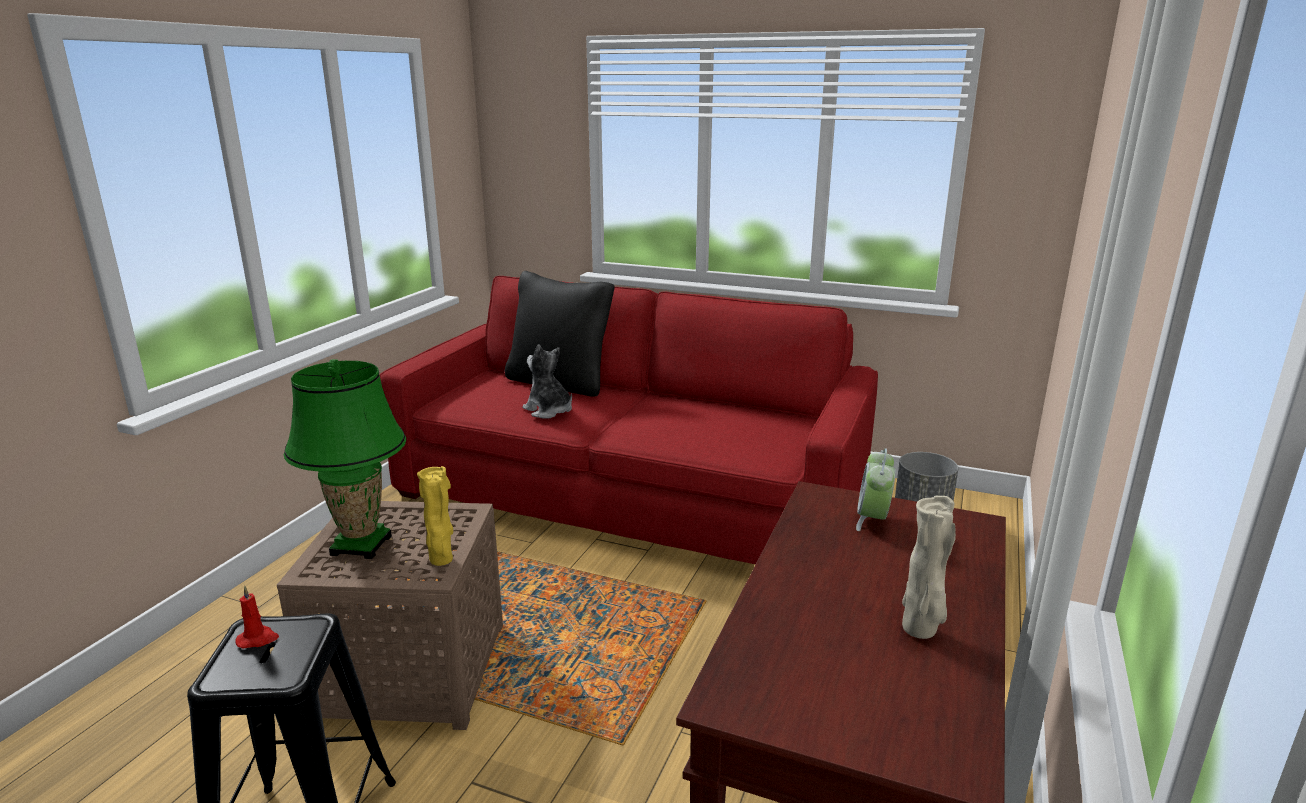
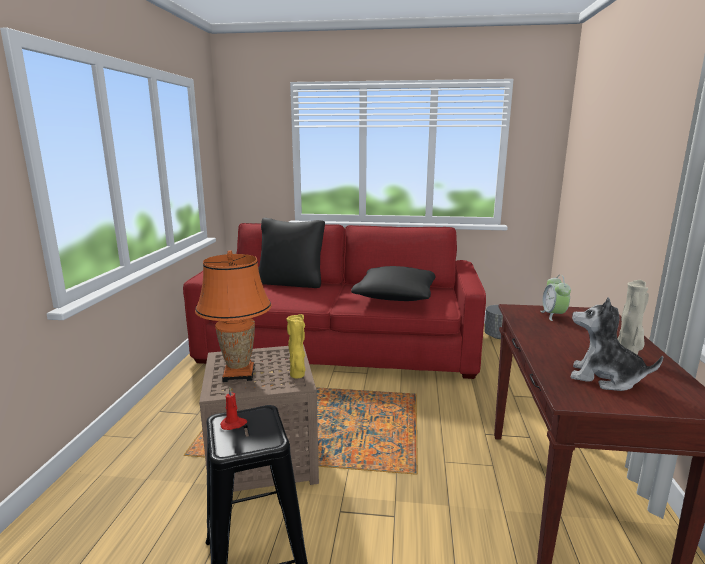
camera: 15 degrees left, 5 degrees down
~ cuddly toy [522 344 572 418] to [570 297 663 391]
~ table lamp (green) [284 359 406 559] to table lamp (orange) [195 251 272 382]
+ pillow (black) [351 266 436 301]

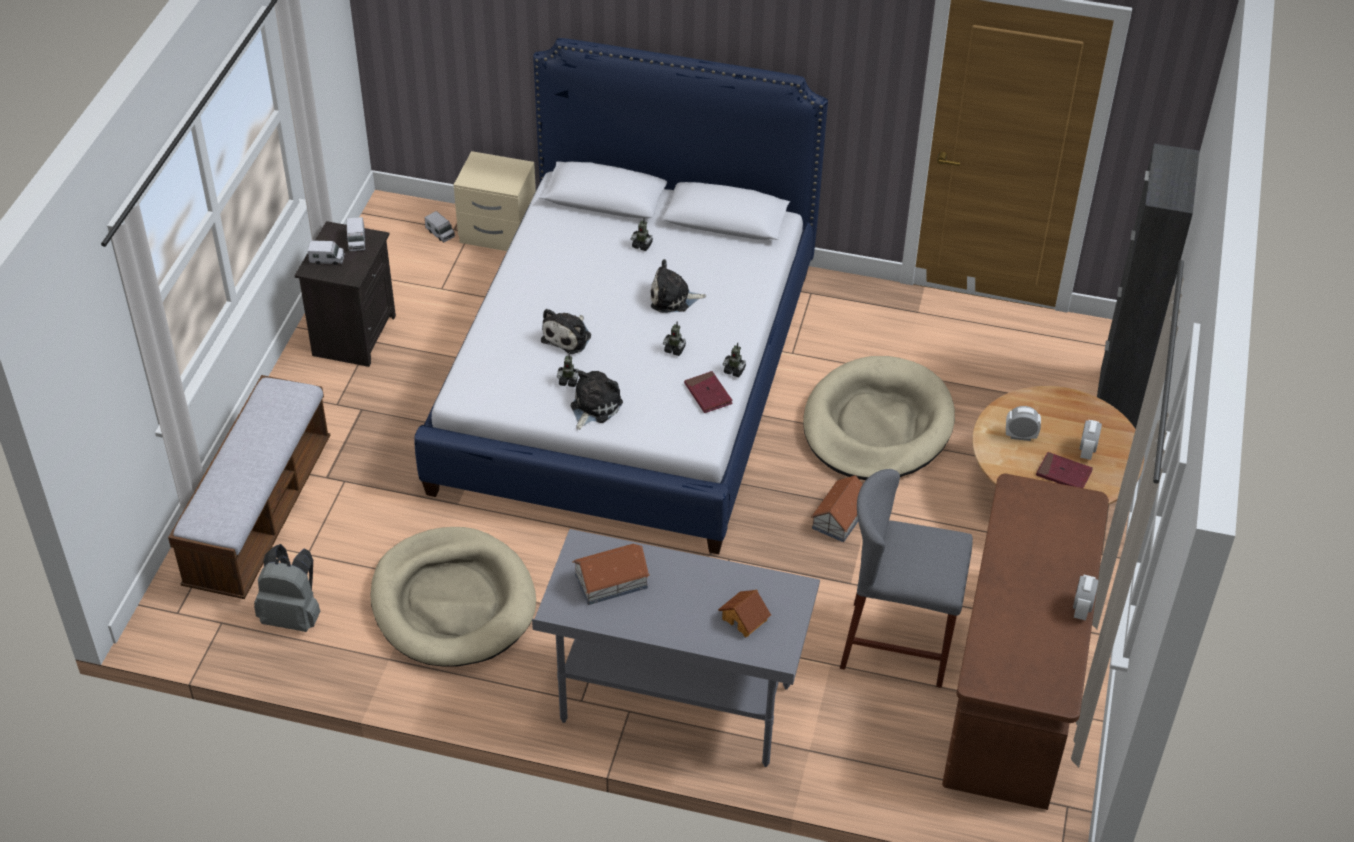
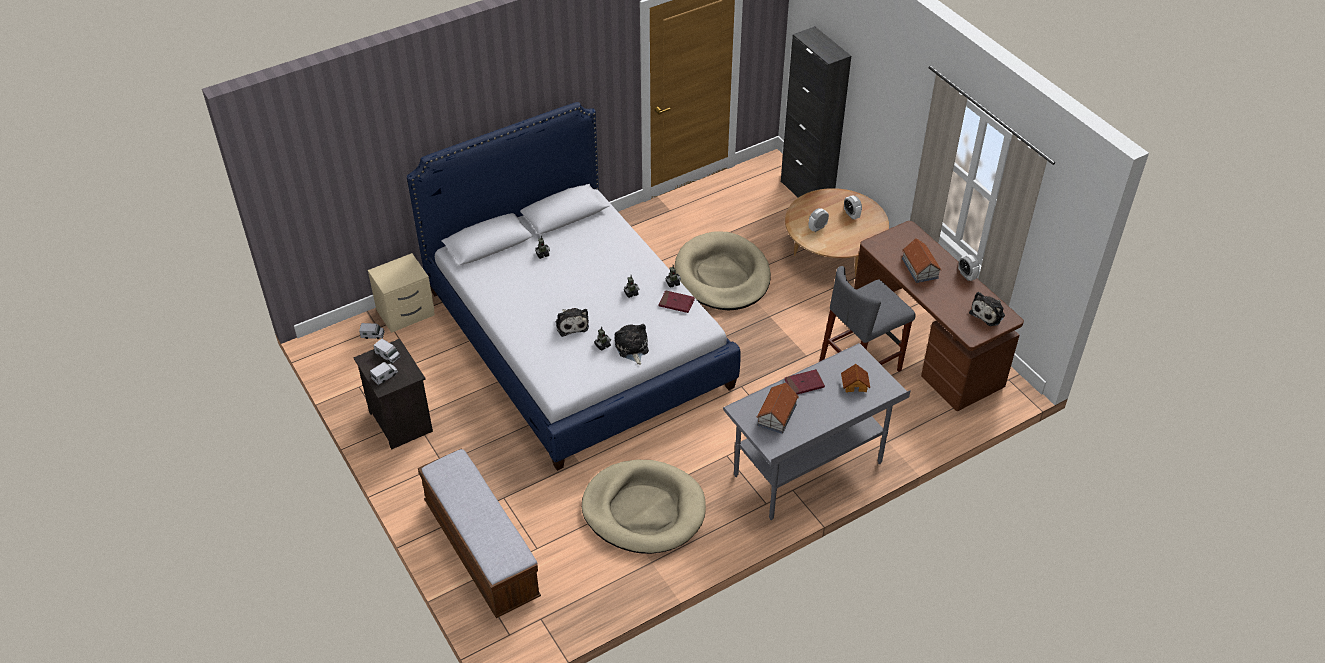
camera: 45 degrees left, 0 degrees up
~ cuddly toy [650 259 706 313] to [969 292 1005 326]
~ book (red) [1036 452 1093 488] to [784 369 825 395]
~ toy house [811 475 863 542] to [902 238 942 283]
- backpack (greyish) [254 544 320 632]

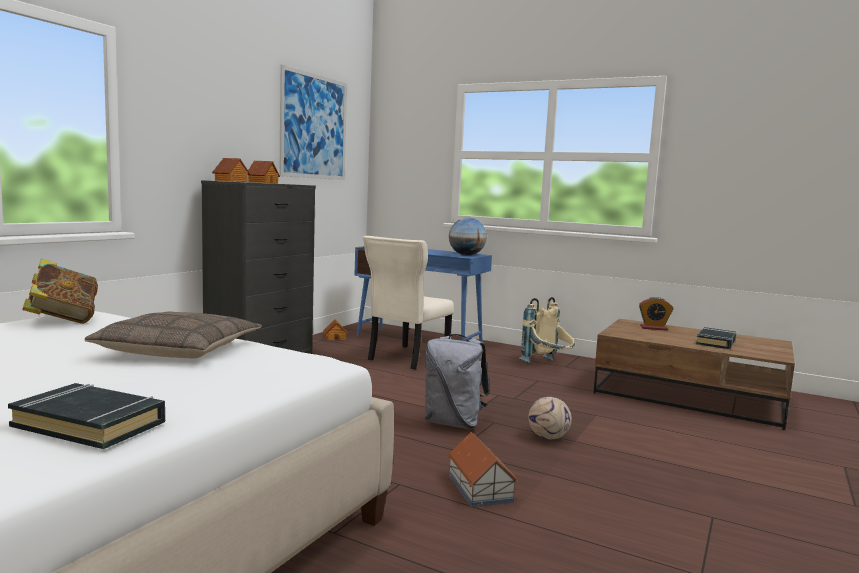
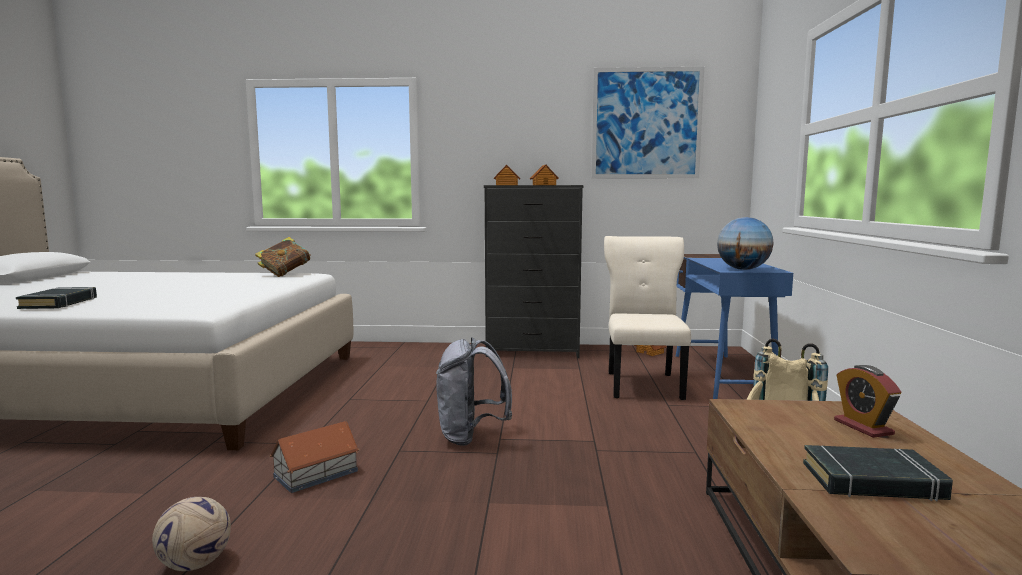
camera: 65 degrees right, 0 degrees up
~ upright chair (beige-coloured) [363 236 454 370] = [604 236 691 400] 90 degrees clockwise
- pillow [85 311 262 358]
~ ball for football [528 397 572 439] to [152 497 231 571]

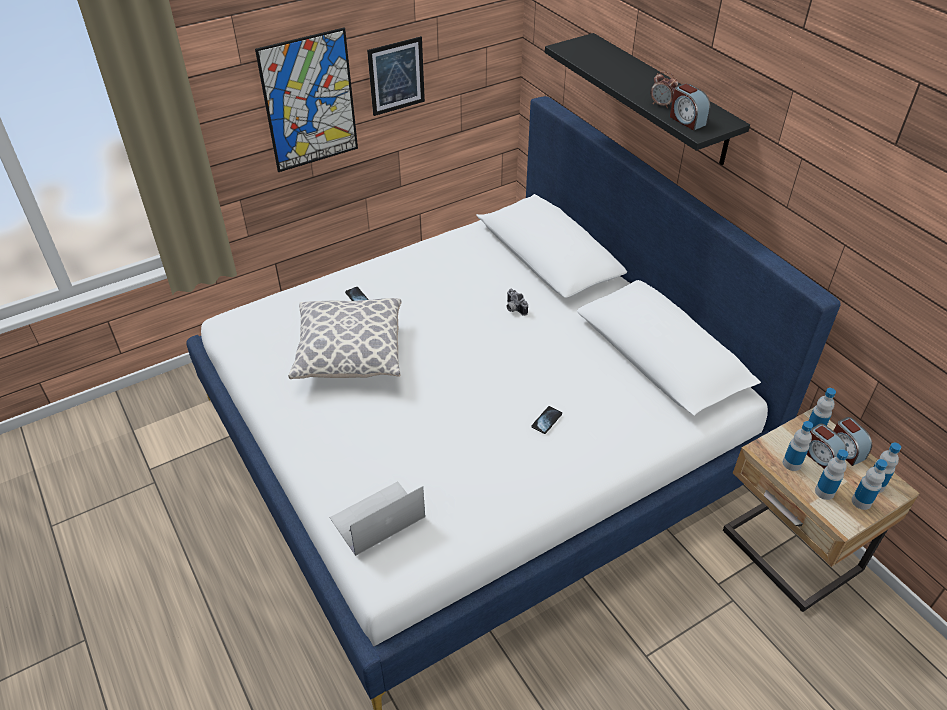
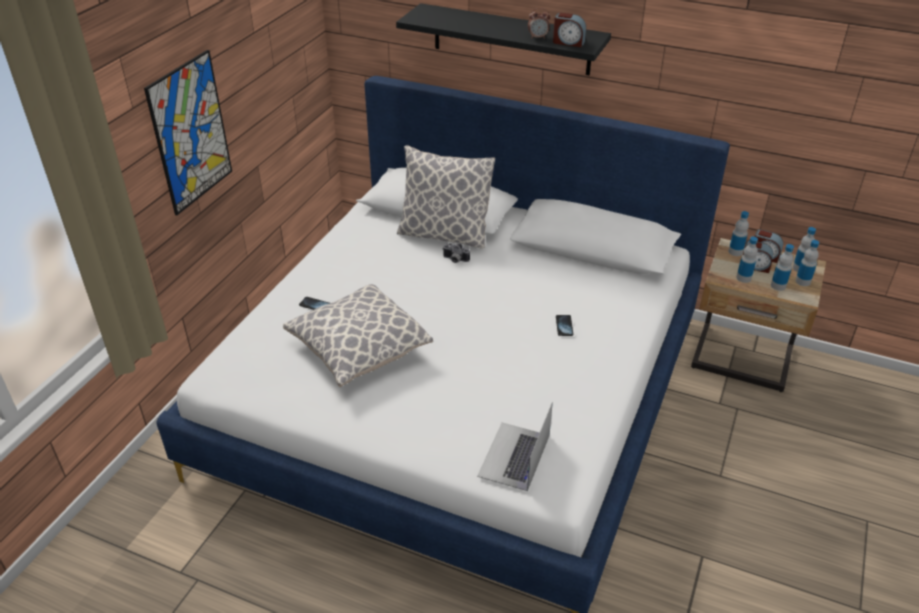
camera: 35 degrees left, 5 degrees down
- wall picture [367 36 425 116]
+ pillow [397 145 495 249]

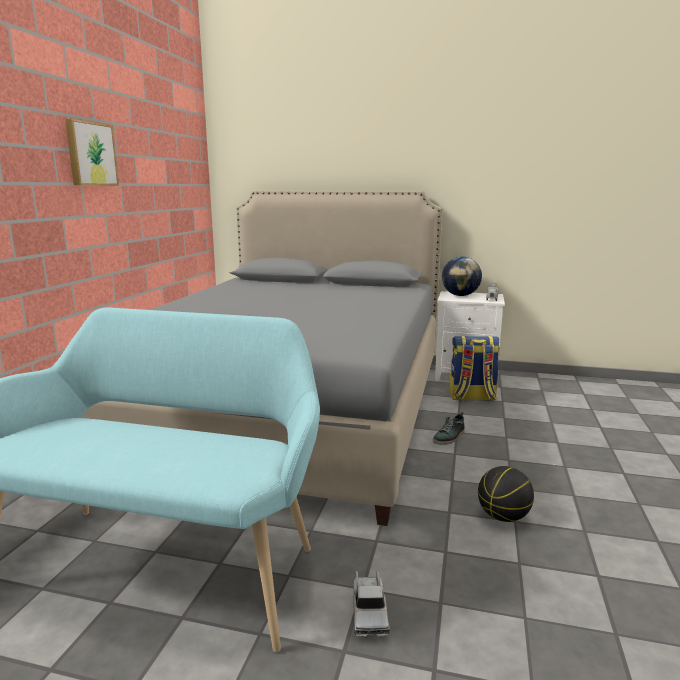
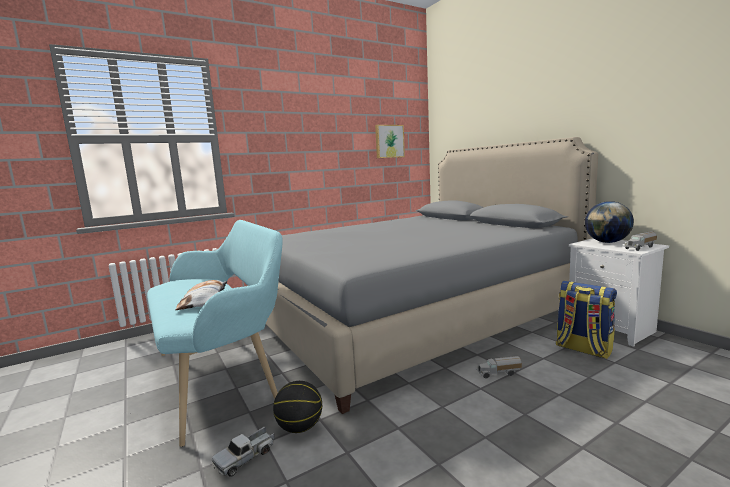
camera: 45 degrees right, 5 degrees down
~ wall picture [65 119 119 185] to [375 125 405 158]
~ item of footwear [433 412 465 445] to model truck [477 356 522 378]
~ basketball ball [478 466 534 522] to [273 381 322 433]
+ pillow [175 280 227 310]

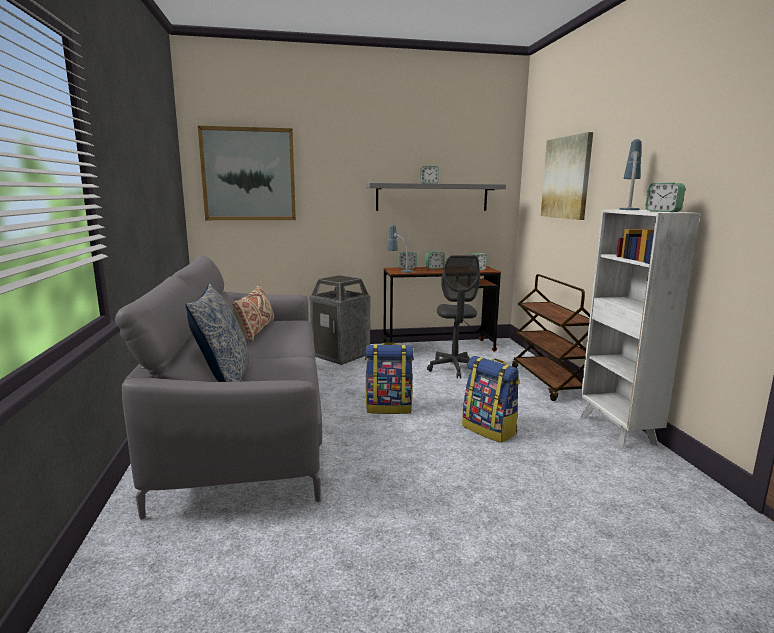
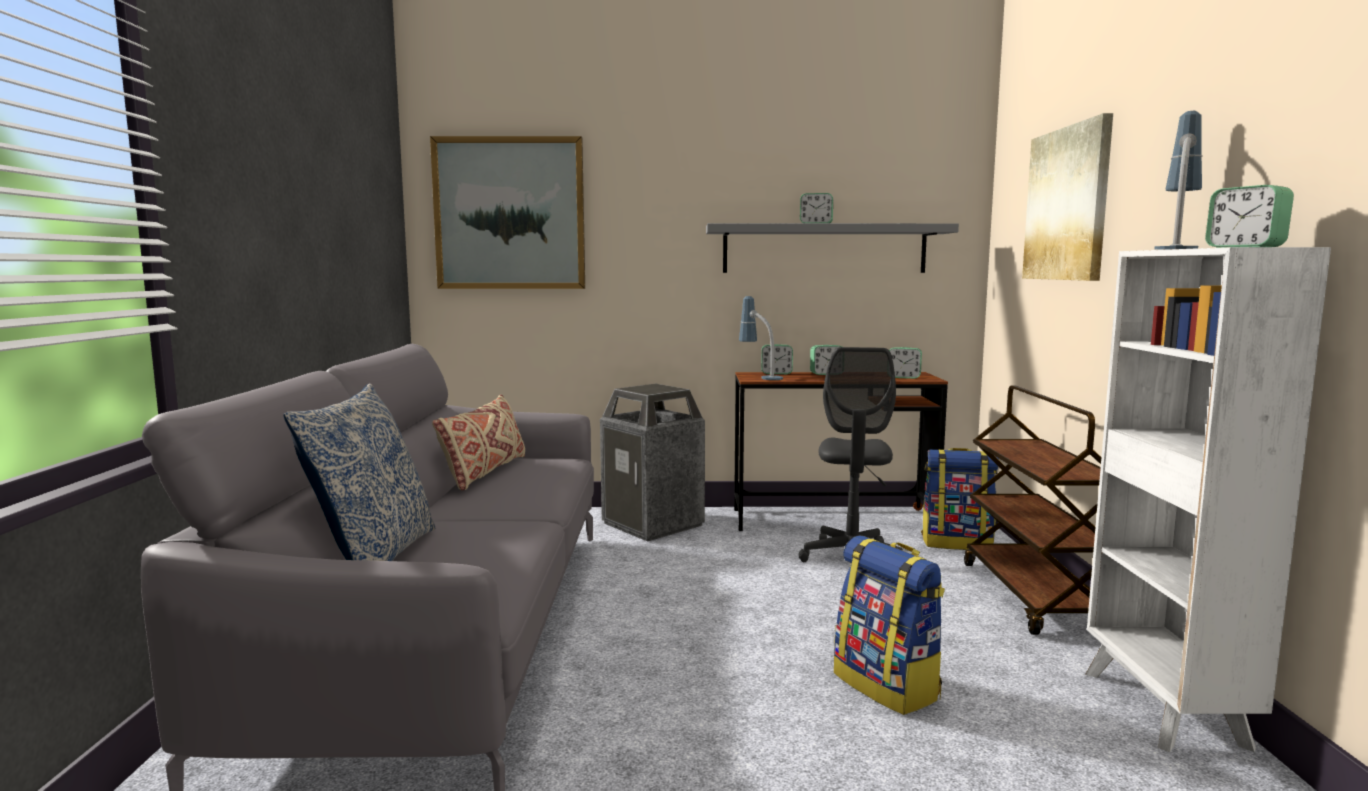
camera: 10 degrees right, 5 degrees down
~ backpack [365 343 414 414] to [921 448 999 550]

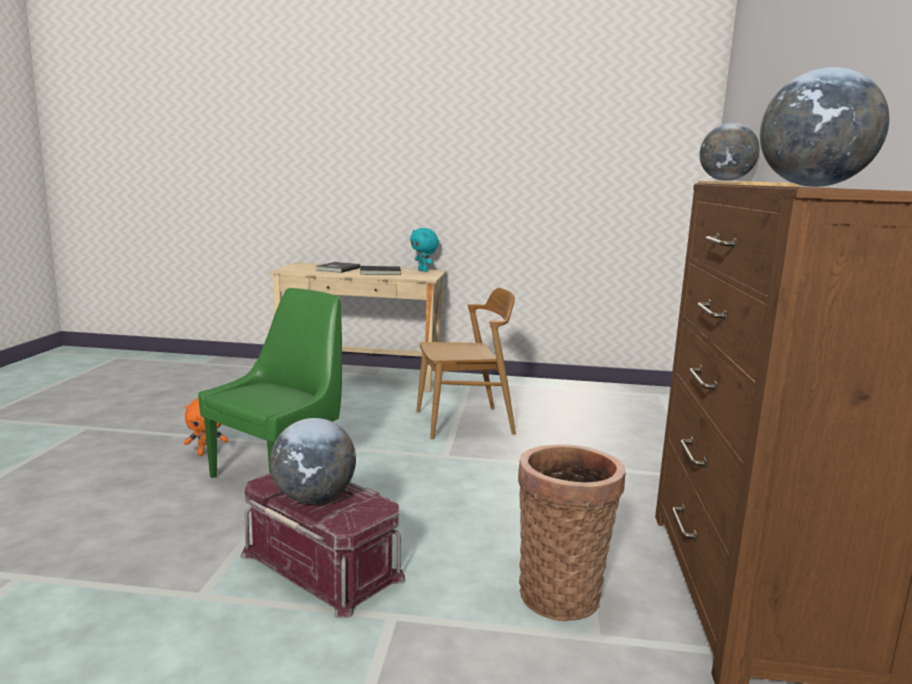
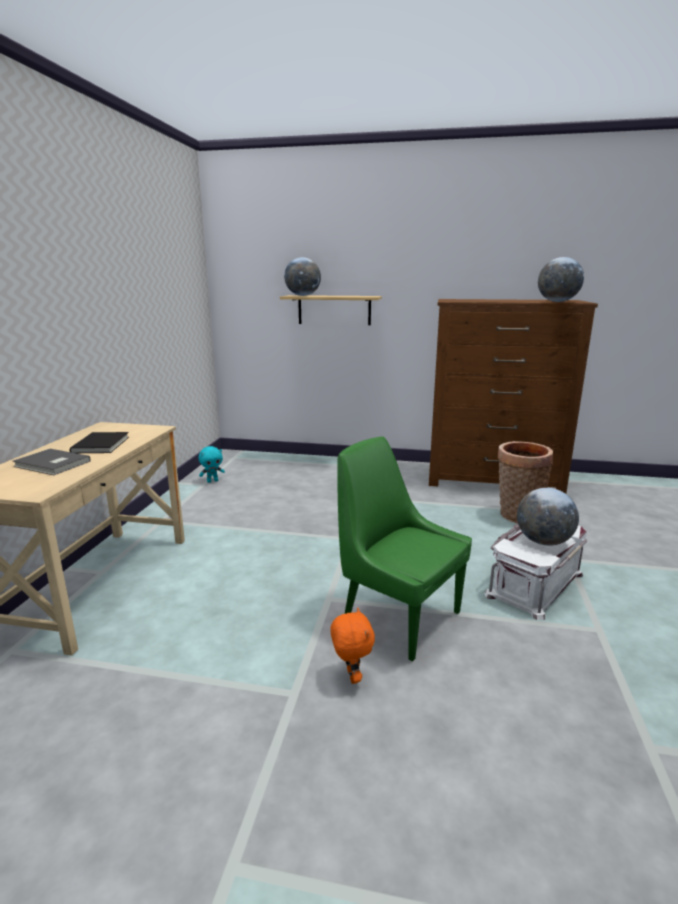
camera: 85 degrees left, 5 degrees up
~ cuddly toy (turquoise) [410 228 439 272] to [198 446 225 483]
- upright chair (brown) [416 288 516 440]
~ storage bin (red) [241 473 405 618] to storage bin (white) [485 524 587 620]

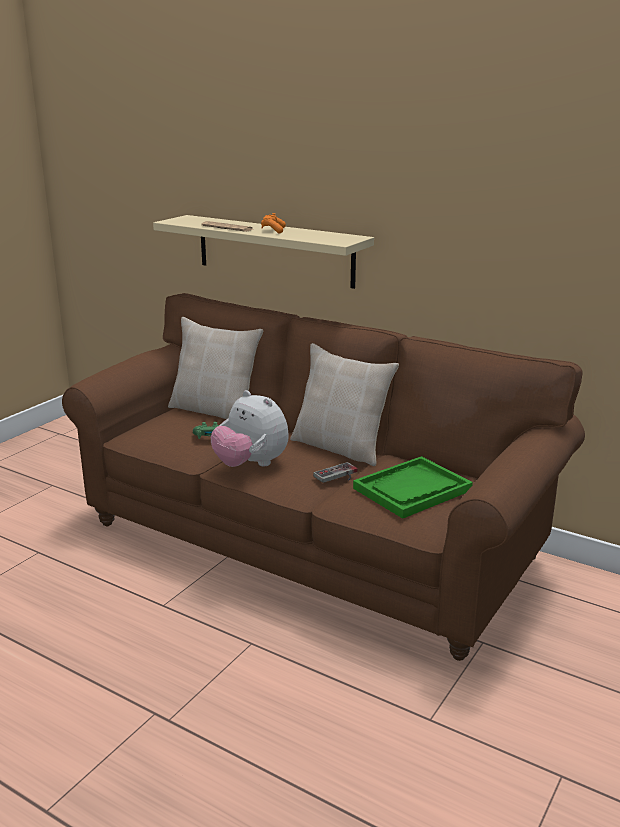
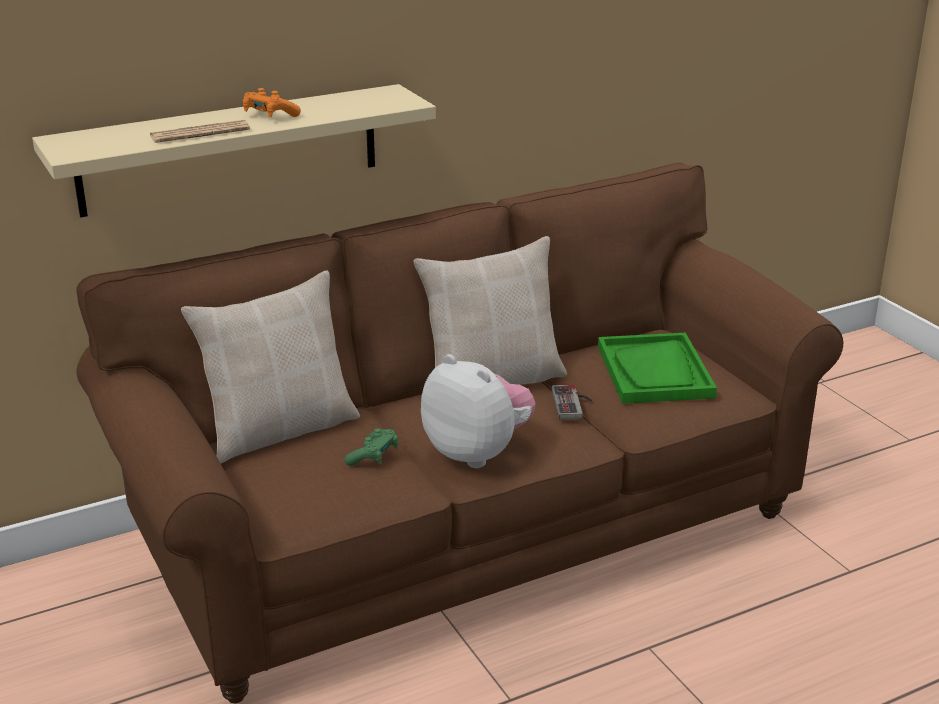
camera: 60 degrees left, 5 degrees up
~ cuddly toy [211 390 289 467] = [421 354 536 468] 120 degrees counterclockwise

